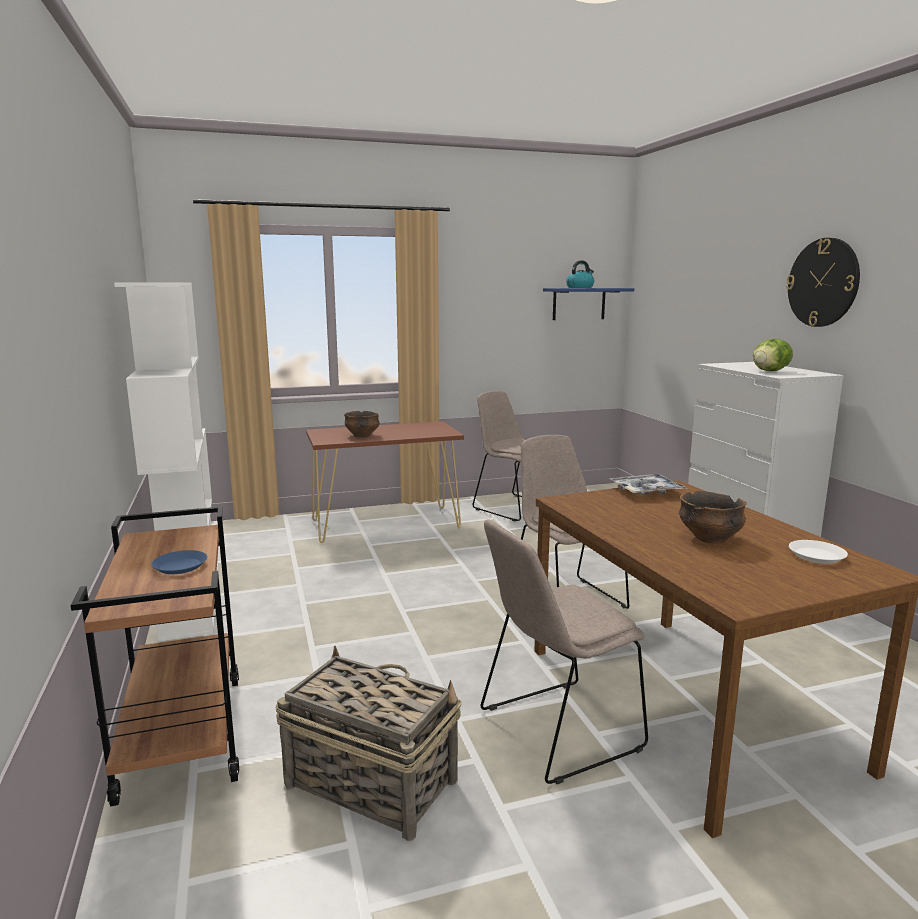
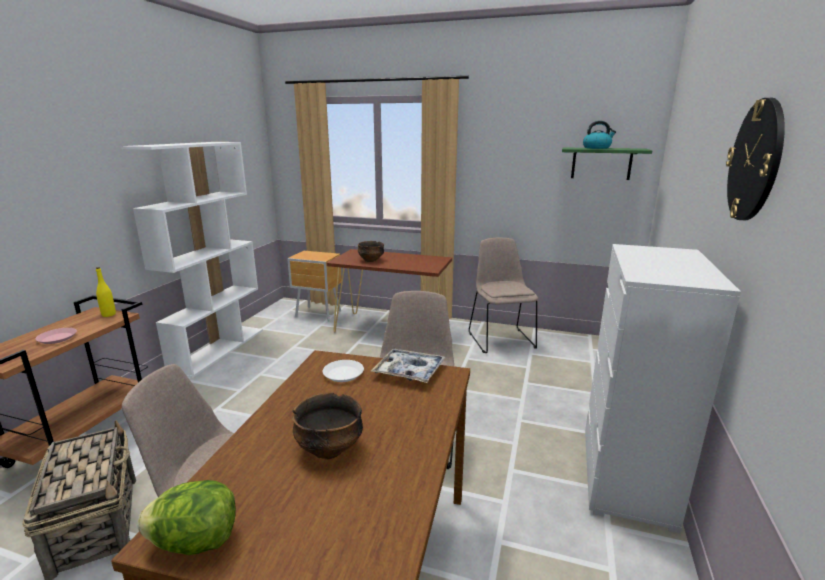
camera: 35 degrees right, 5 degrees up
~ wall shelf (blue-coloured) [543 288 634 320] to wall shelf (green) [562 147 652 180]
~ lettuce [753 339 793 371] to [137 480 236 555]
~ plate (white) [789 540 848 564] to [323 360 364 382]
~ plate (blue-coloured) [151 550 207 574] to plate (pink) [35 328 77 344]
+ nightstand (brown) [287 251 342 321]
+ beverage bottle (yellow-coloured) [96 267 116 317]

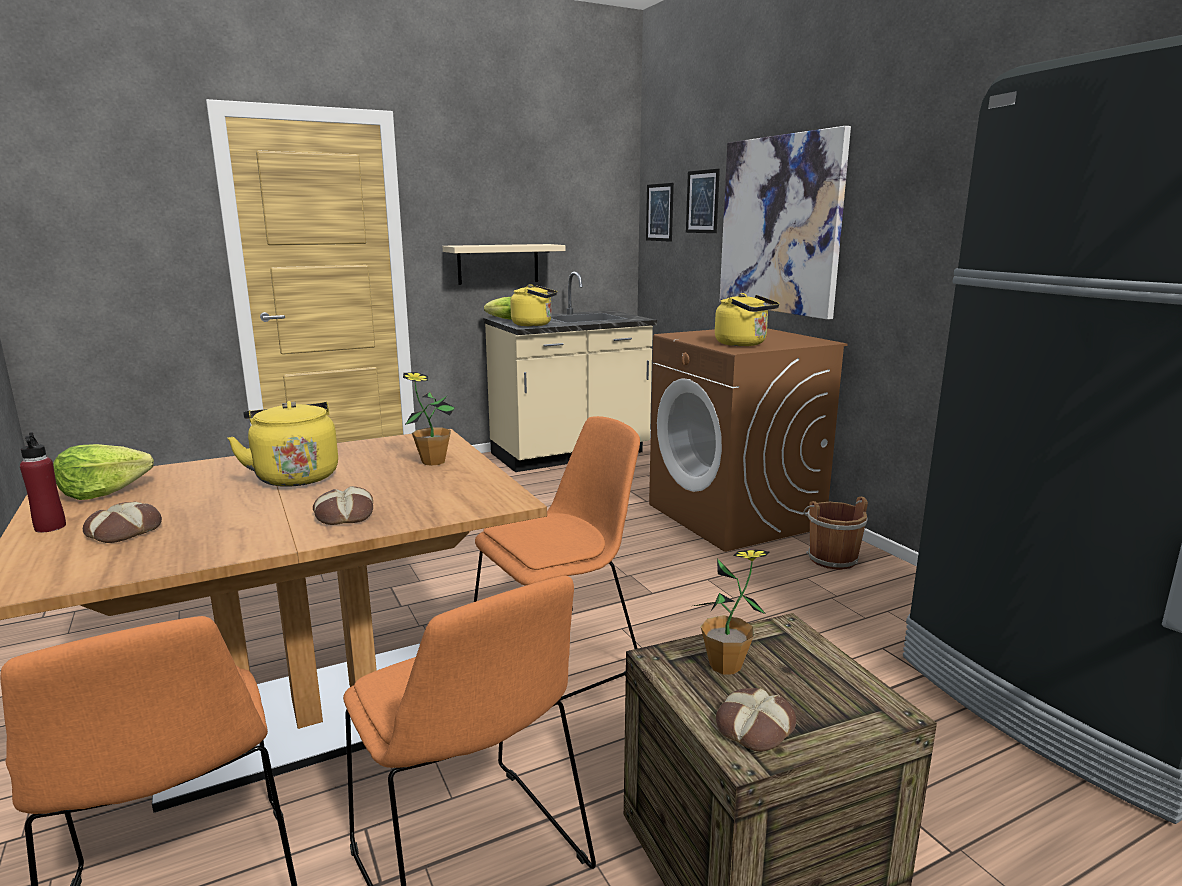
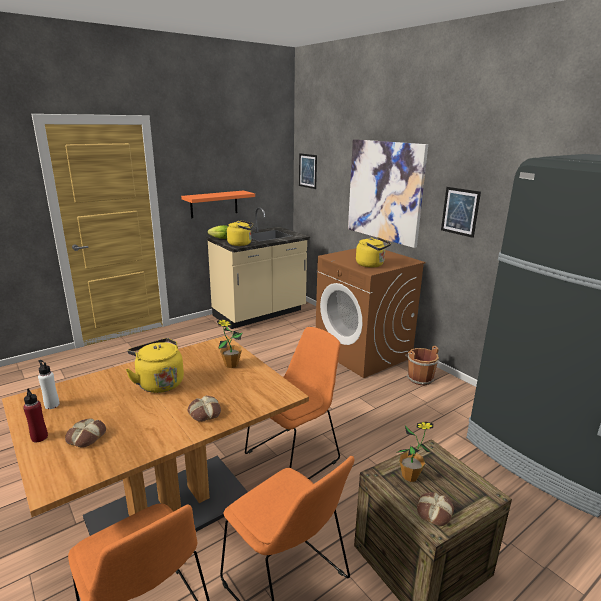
camera: 10 degrees left, 5 degrees up
~ wall picture [686 169 720 233] to [441 187 481 238]
~ wall shelf (beige-coloured) [442 244 565 285] to wall shelf (orange) [181 190 255 219]
~ lettuce [53 444 154 500] to beverage bottle (white) [38 360 60 409]

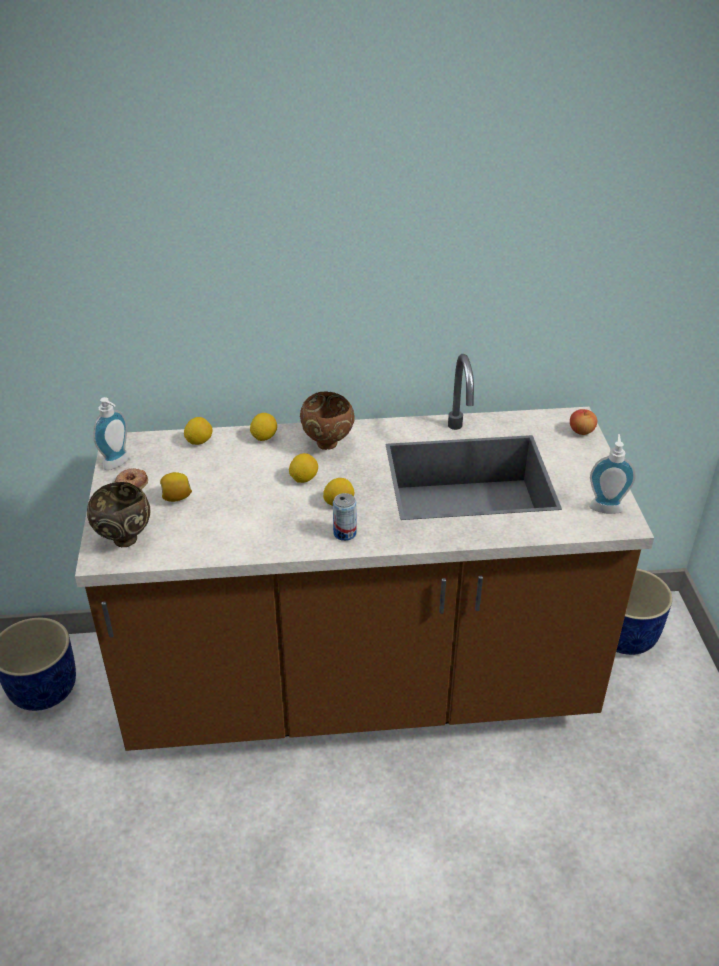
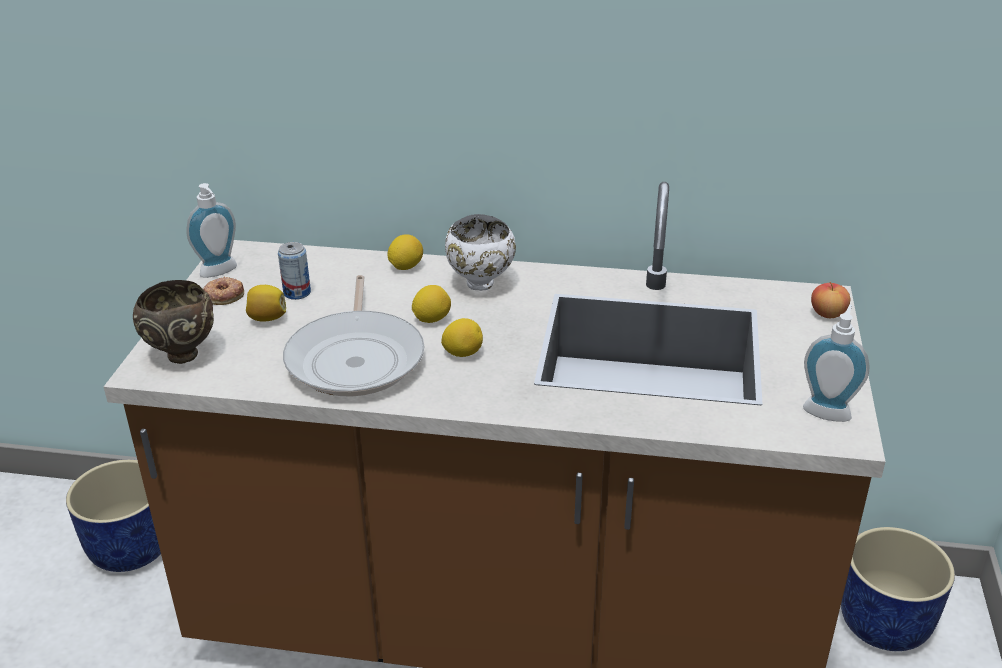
camera: 15 degrees right, 5 degrees down
~ bowl (brown) [300 391 355 450] to bowl (white) [445 214 516 291]
- lemon [184 417 212 445]
~ can [333 493 357 541] to [278 242 311 300]
+ skillet [283 275 424 397]

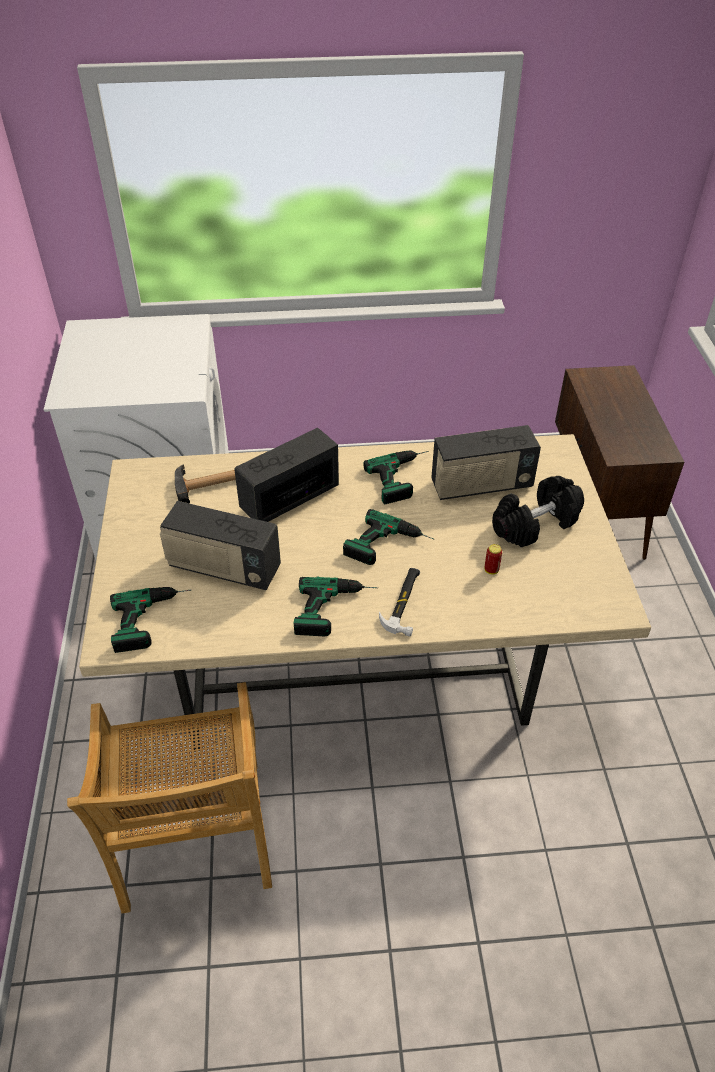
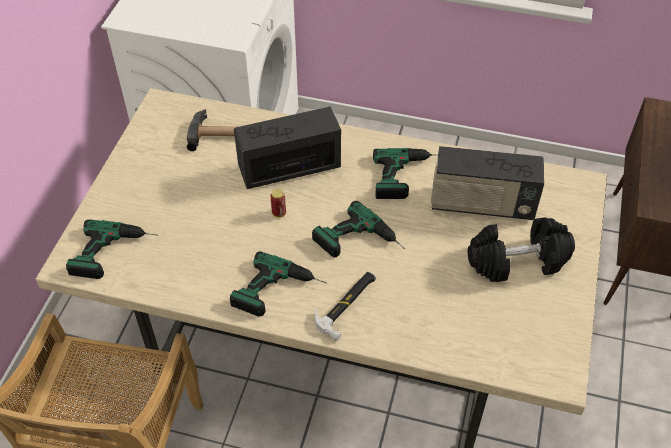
camera: 20 degrees right, 5 degrees up
- radio receiver [160 501 281 590]
~ can [484 544 502 575] to [270 189 286 218]

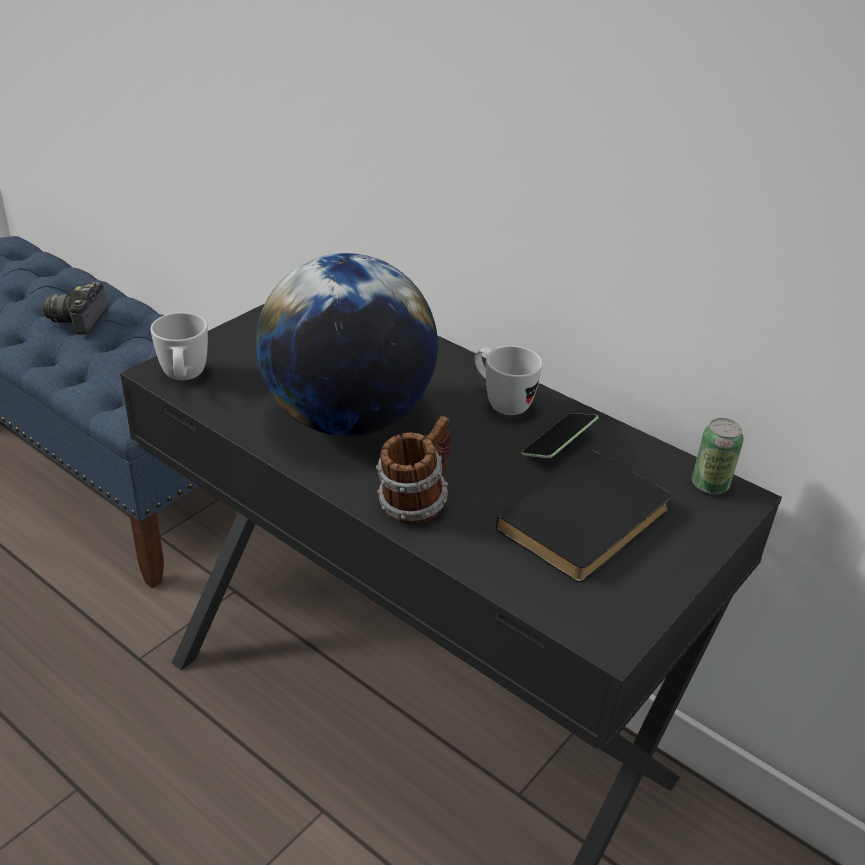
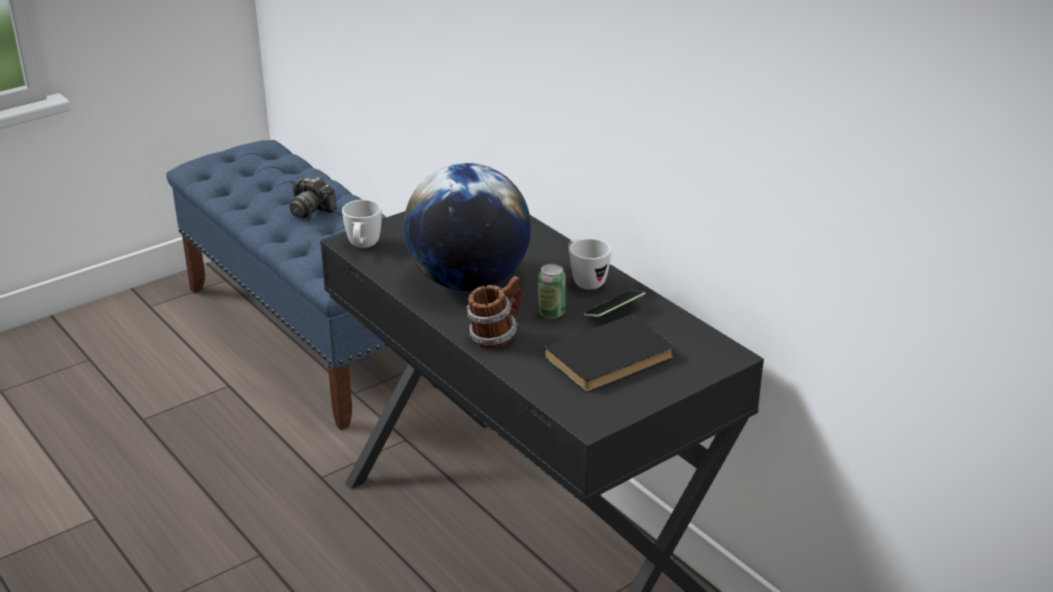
camera: 15 degrees right, 5 degrees down
~ photo camera [43 282 109 335] = [290 176 337 218] 75 degrees counterclockwise
~ can [692 418 744 494] to [538 264 566 319]

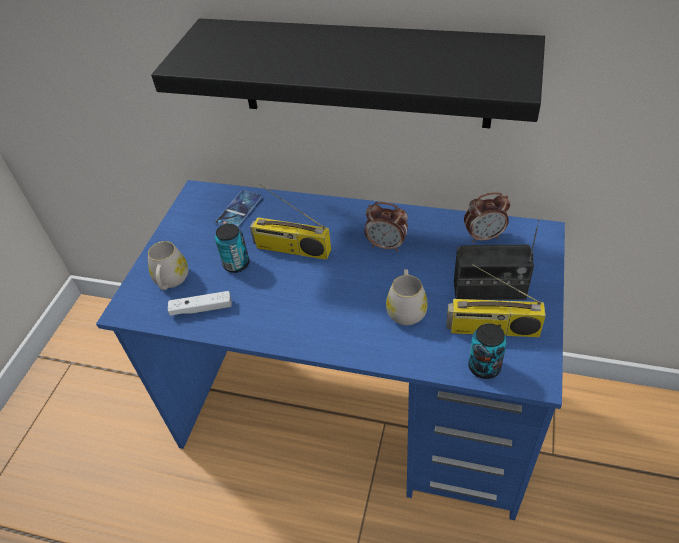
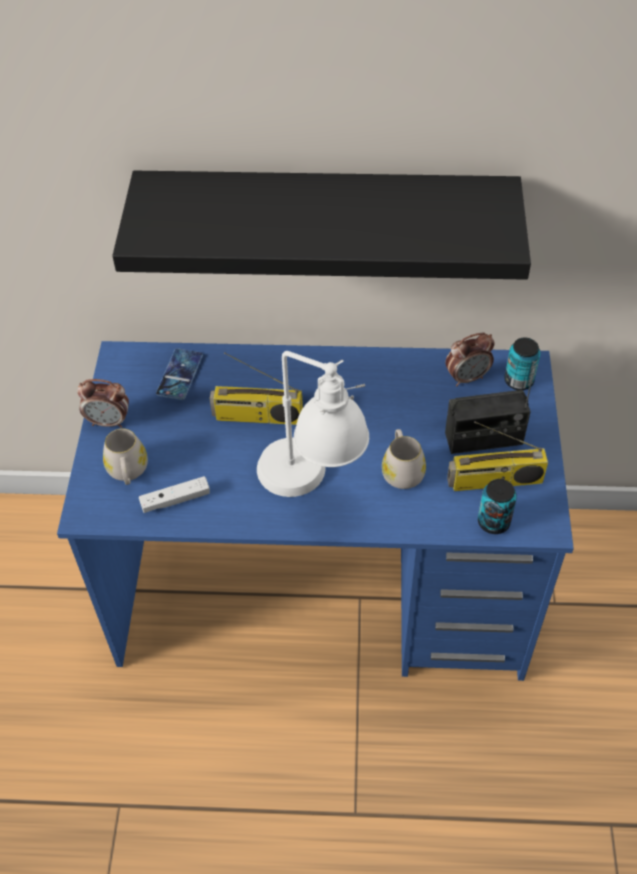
camera: 15 degrees left, 5 degrees up
~ bedside clock [365 202 408 252] to [77 379 129 428]
~ can [215 224 249 273] to [504 338 540 390]
+ table lamp (white) [257 351 369 497]

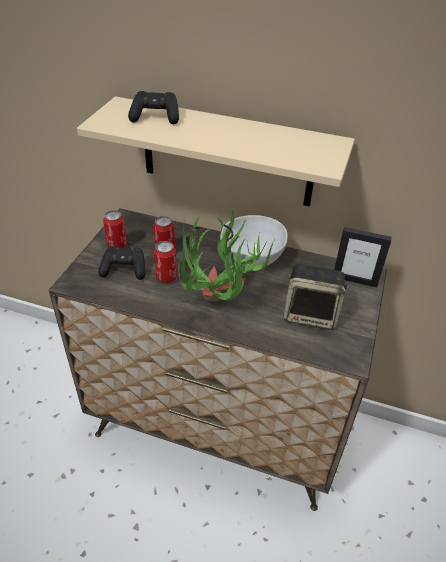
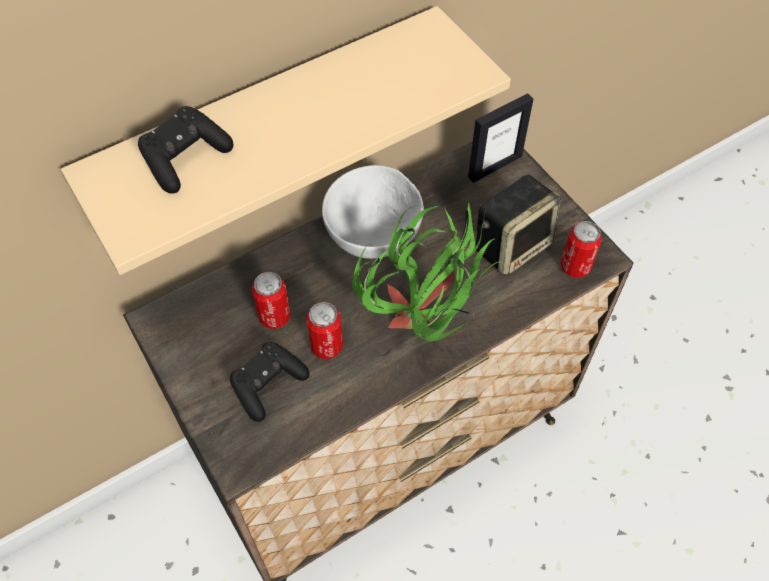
camera: 50 degrees left, 15 degrees up
~ can [103 210 127 248] to [560 221 602 278]

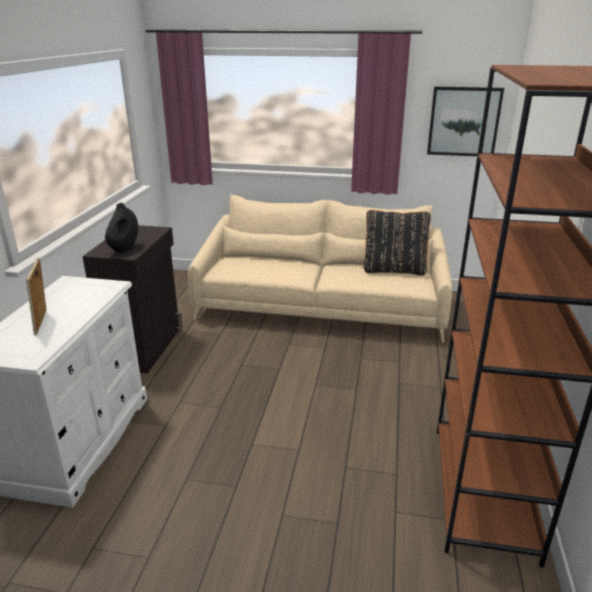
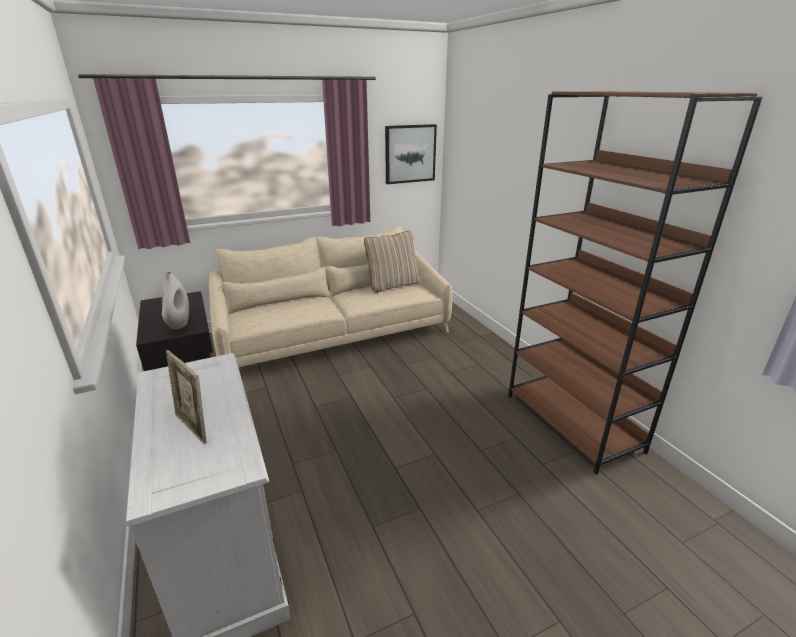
camera: 35 degrees left, 0 degrees up
~ vase (black) [105 203 138 252] to vase (white) [162 271 189 329]
~ pillow (black) [363 210 431 276] to pillow (beige-coloured) [364 231 420 293]

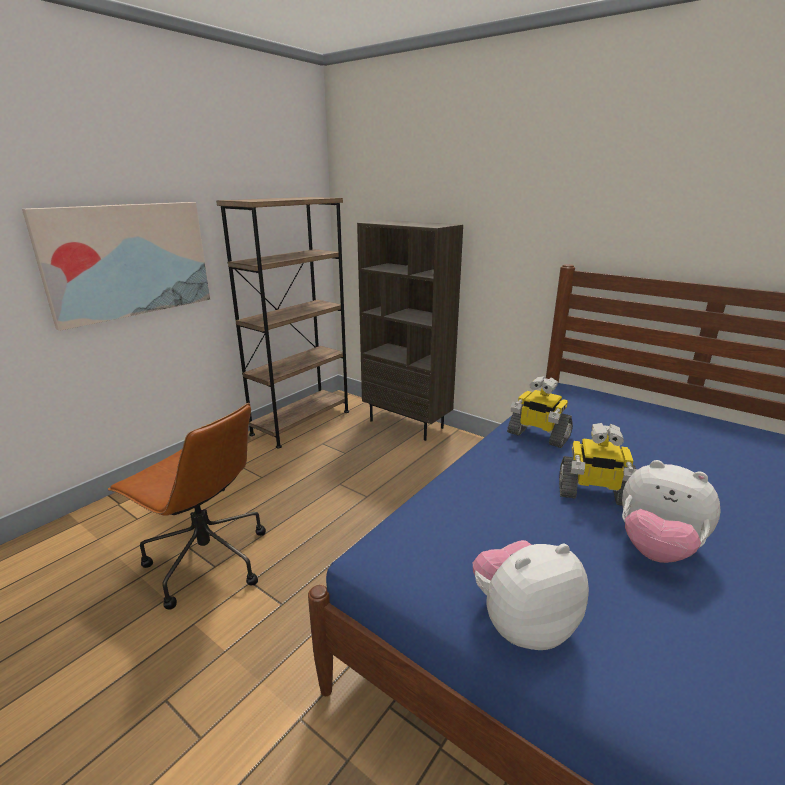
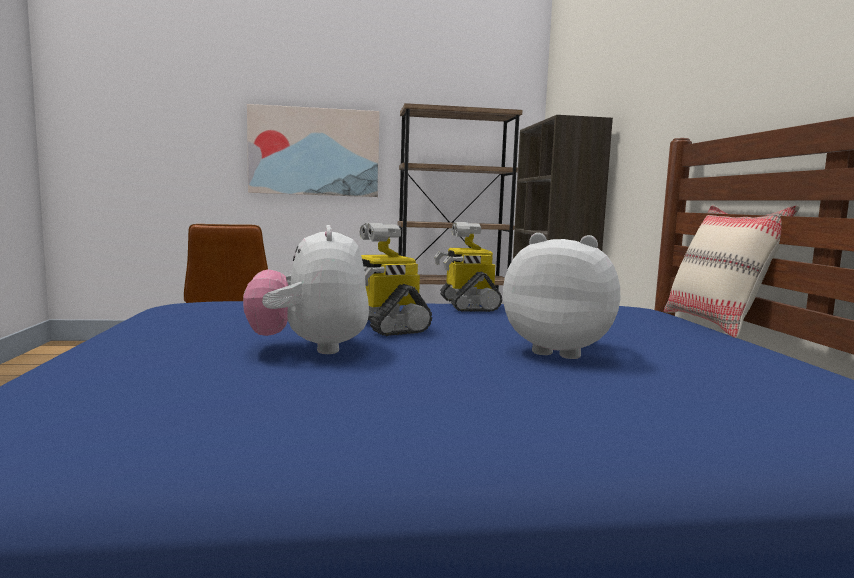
camera: 45 degrees right, 15 degrees down
~ cuddly toy [473 540 589 650] to [503 233 620 359]
+ pillow (beige-coloured) [664 205 800 338]

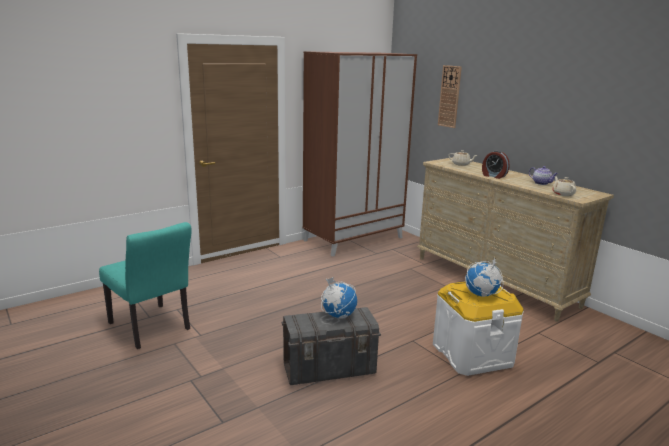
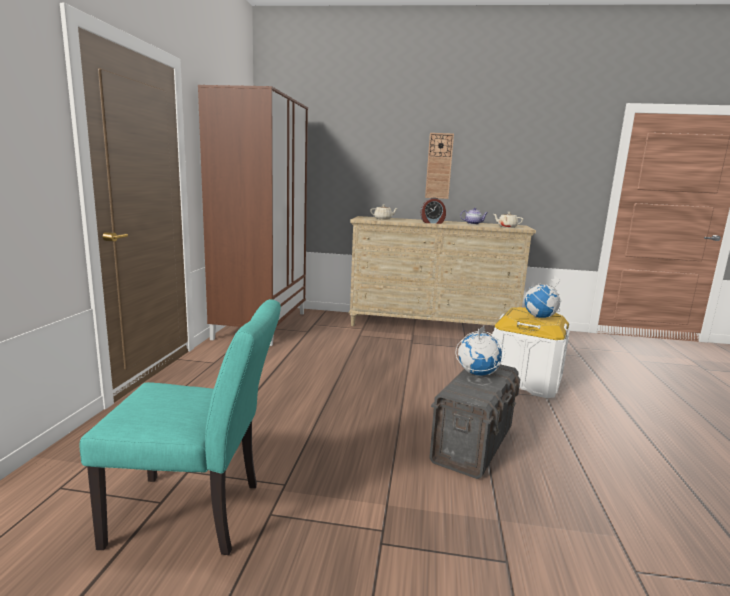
camera: 45 degrees left, 5 degrees down
~ wall clock [438 65 462 128] to [425 133 454 199]

